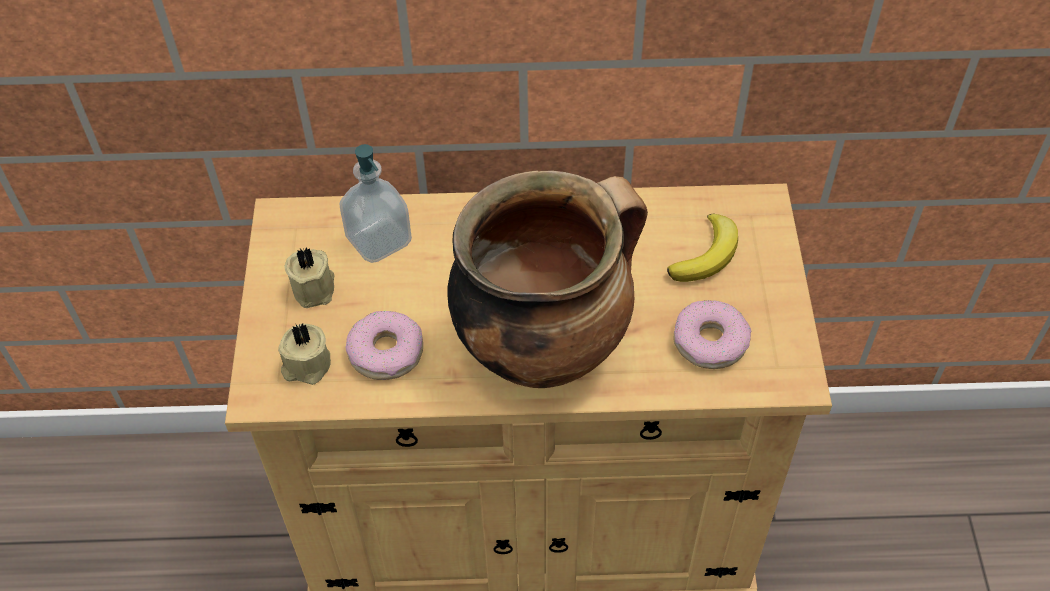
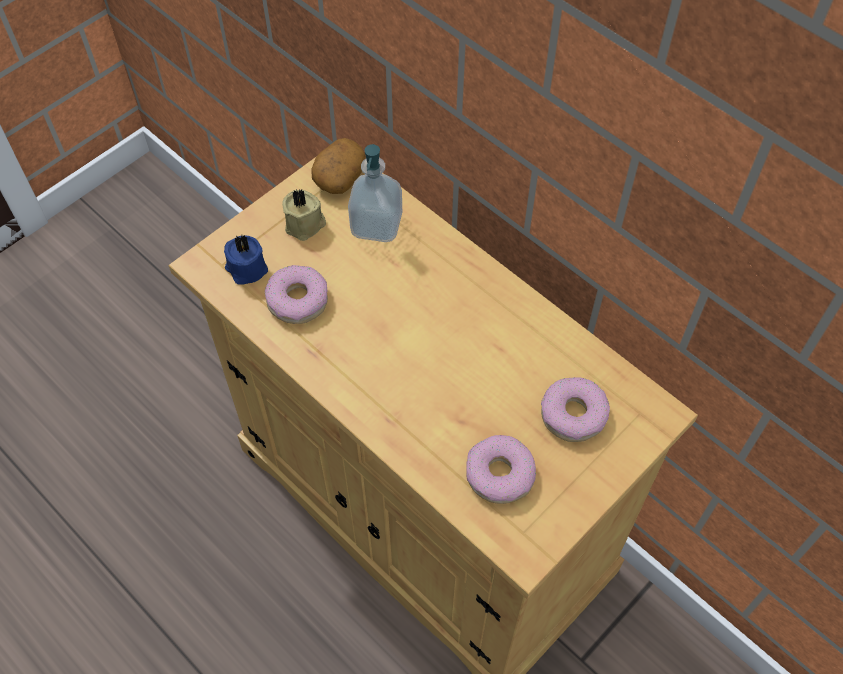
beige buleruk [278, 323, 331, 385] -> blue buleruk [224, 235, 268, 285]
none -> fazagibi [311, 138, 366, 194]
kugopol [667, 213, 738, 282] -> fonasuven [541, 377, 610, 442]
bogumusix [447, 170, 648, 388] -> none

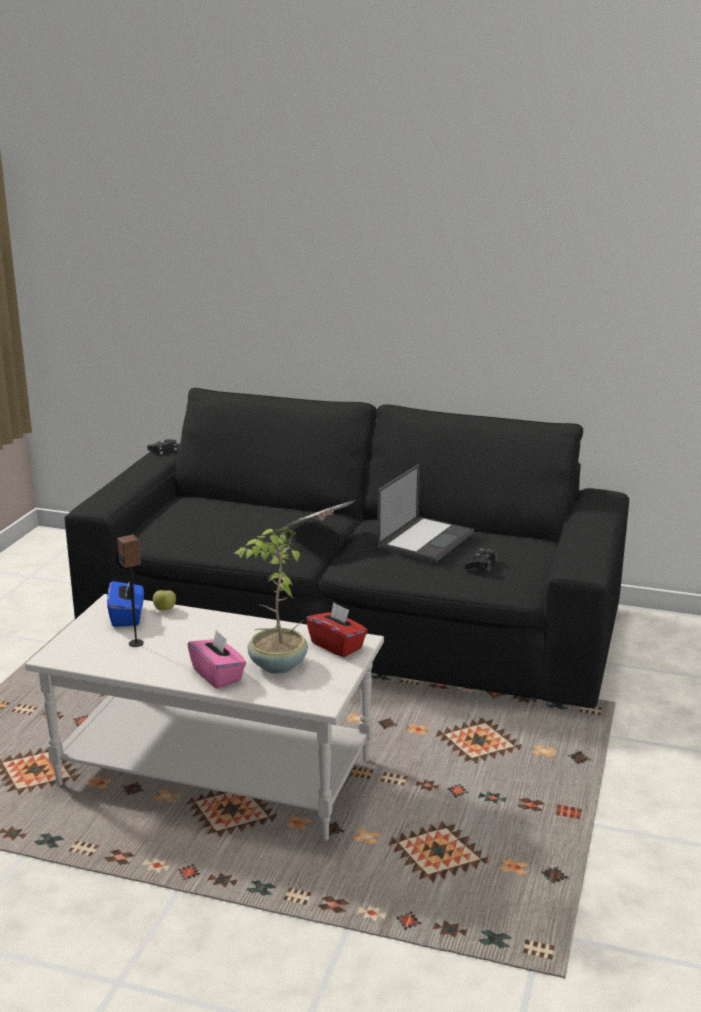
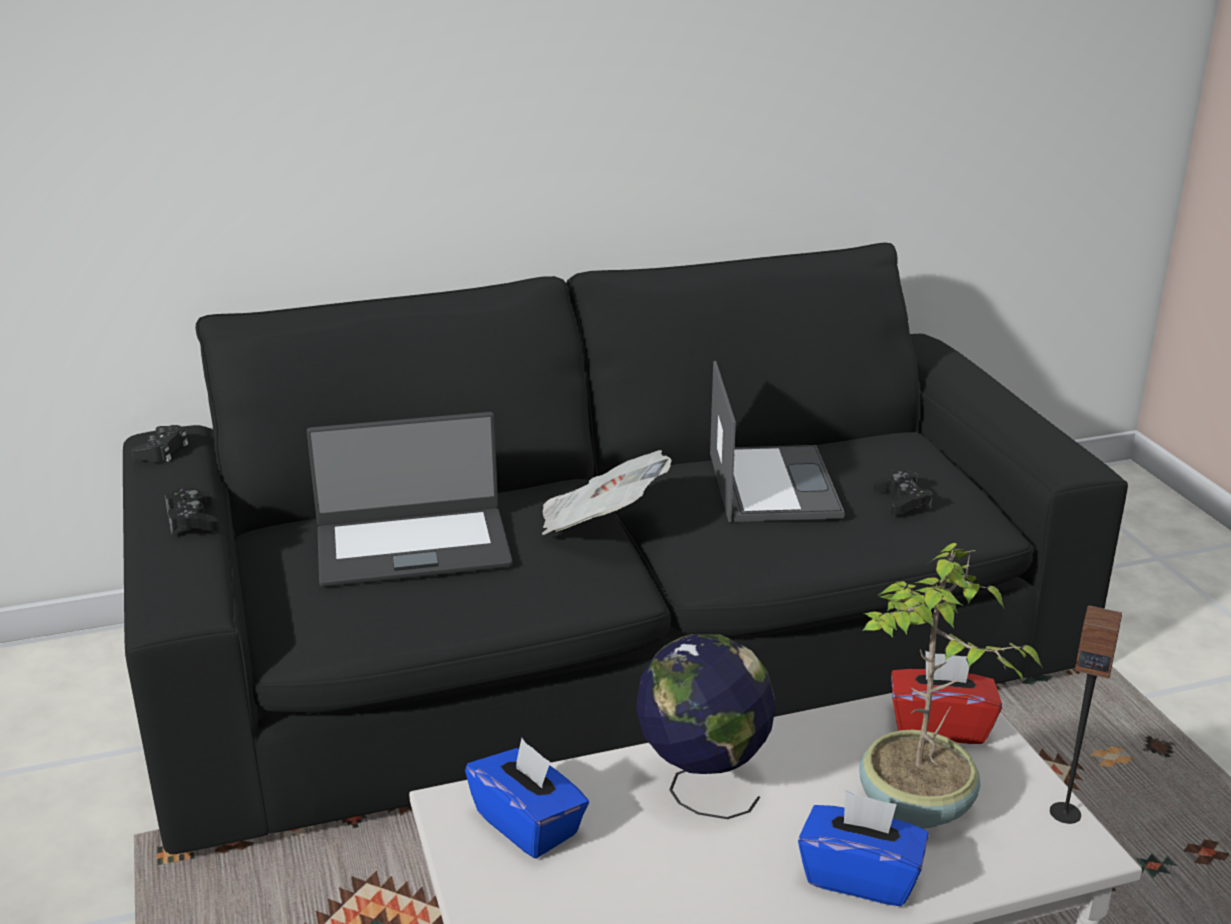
none -> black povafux [165, 488, 219, 535]
none -> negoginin [307, 412, 512, 587]
none -> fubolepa [637, 634, 776, 819]
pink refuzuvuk [188, 629, 246, 689] -> blue refuzuvuk [798, 790, 929, 906]
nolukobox [117, 534, 144, 647] -> nolukobox [1050, 605, 1122, 824], relocated
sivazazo [153, 590, 176, 610] -> none

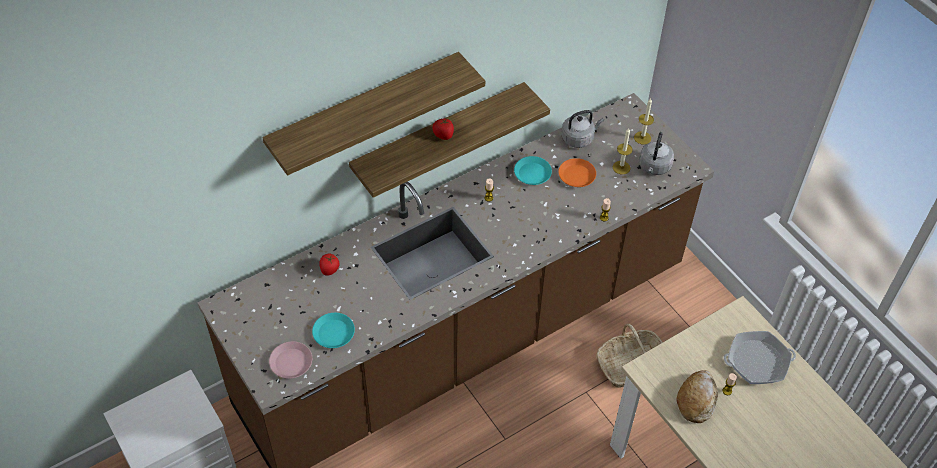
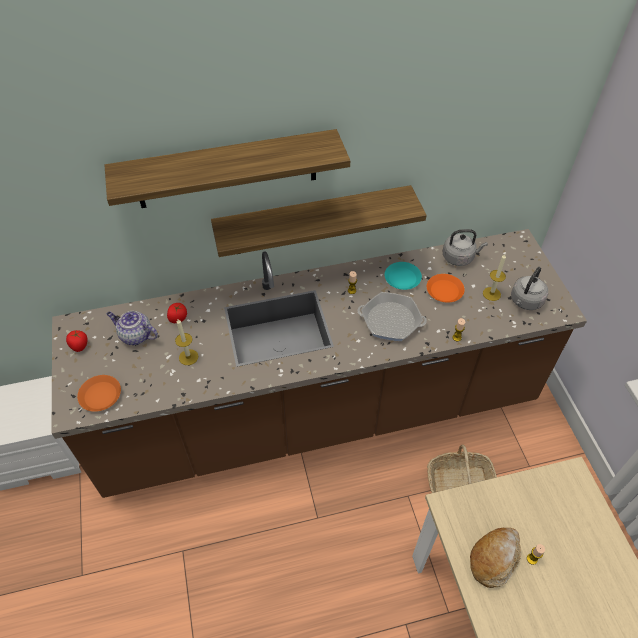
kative [433, 119, 454, 140] -> kative [66, 330, 88, 352], relocated
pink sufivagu [269, 341, 312, 379] -> orange sufivagu [77, 375, 121, 412]
none -> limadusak [107, 311, 158, 345]
buleruk [634, 98, 654, 145] -> buleruk [175, 319, 198, 365], relocated
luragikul [724, 331, 796, 384] -> luragikul [358, 292, 427, 341], relocated
turquoise sufivagu [312, 313, 355, 348] -> none

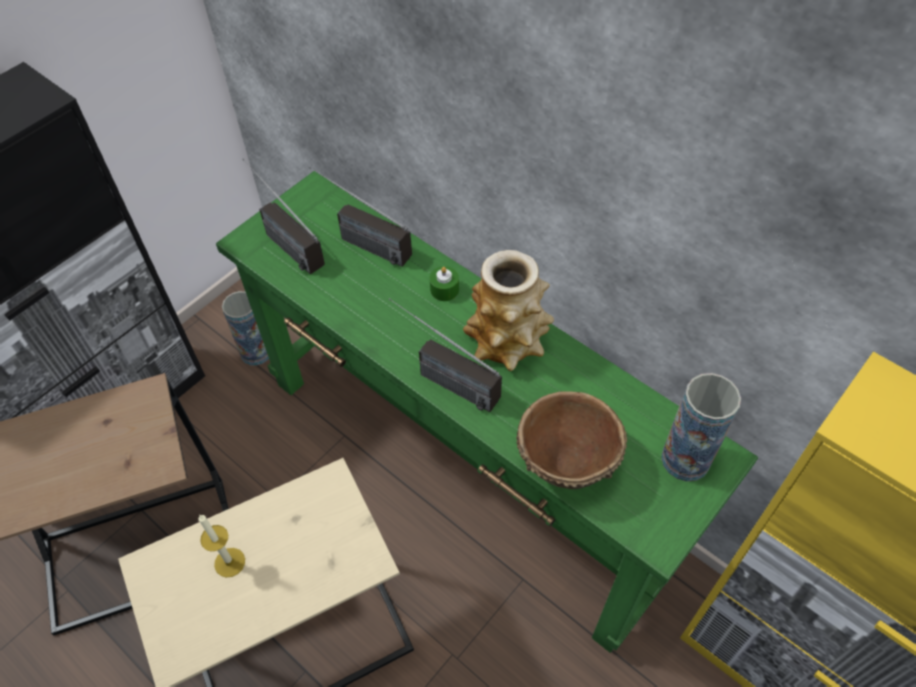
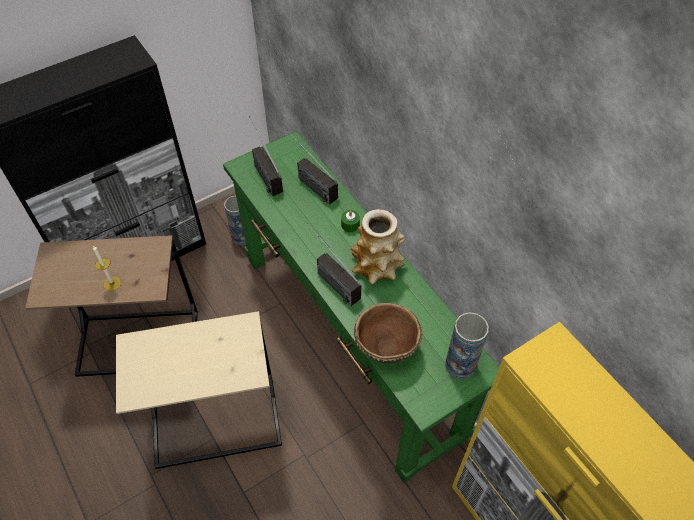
buleruk [198, 515, 245, 577] -> buleruk [93, 246, 121, 291], relocated

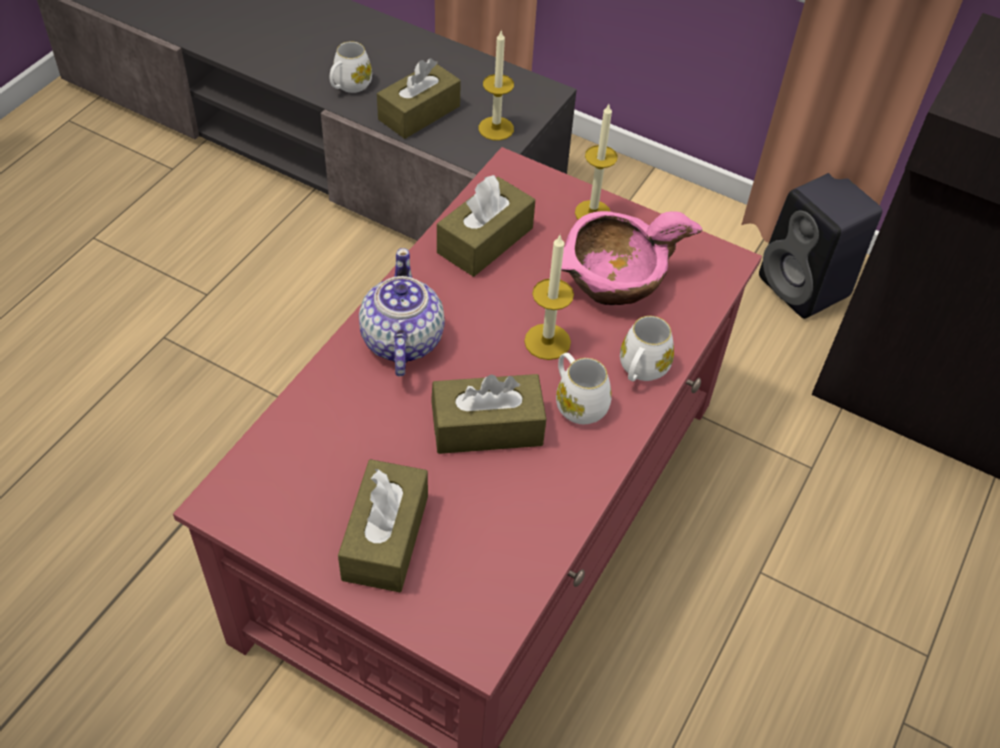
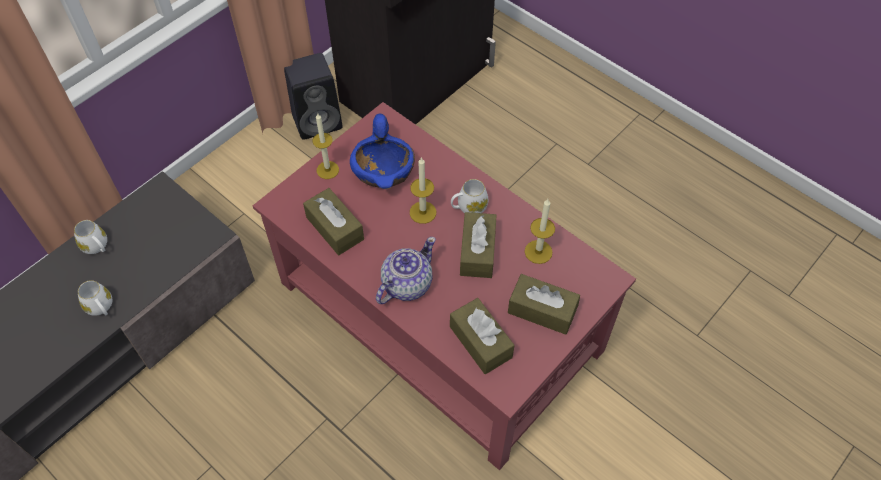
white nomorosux [620, 316, 674, 381] -> white nomorosux [74, 220, 107, 254], relocated
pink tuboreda [561, 211, 703, 305] -> blue tuboreda [350, 113, 415, 189]
limadusak [359, 248, 445, 376] -> limadusak [376, 237, 436, 304], 120 degrees clockwise
brown refuzuvuk [377, 58, 461, 139] -> brown refuzuvuk [450, 298, 515, 374], relocated
buleruk [479, 31, 514, 141] -> buleruk [525, 199, 555, 264], relocated

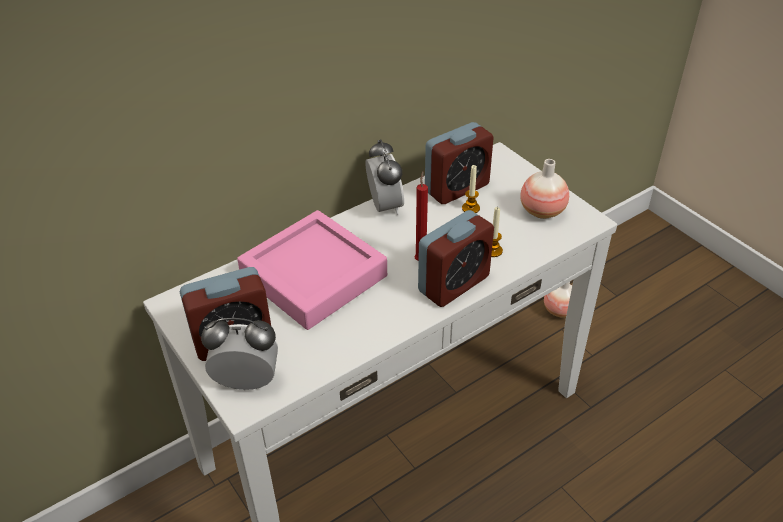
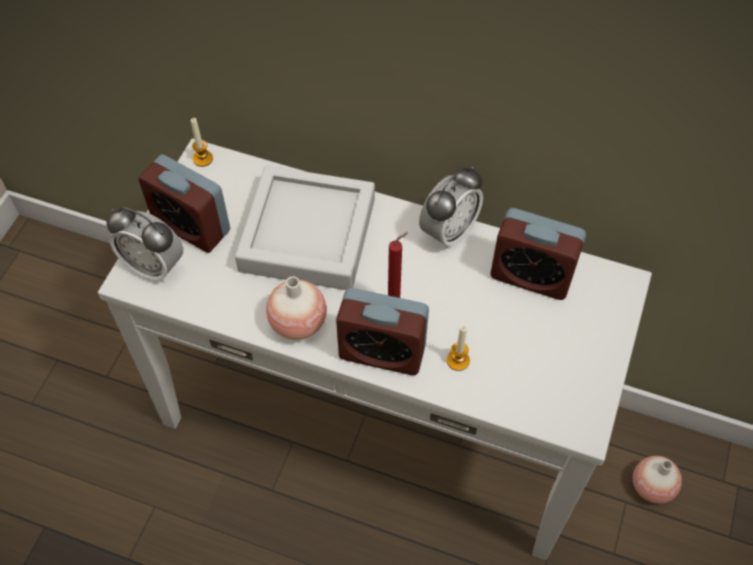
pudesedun [201, 318, 278, 390] -> pudesedun [106, 207, 183, 283], 150 degrees clockwise
buleruk [462, 165, 480, 213] -> buleruk [191, 118, 213, 167], relocated
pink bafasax [237, 210, 387, 330] -> grey bafasax [235, 166, 375, 290]
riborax [520, 159, 569, 219] -> riborax [266, 276, 327, 340], relocated

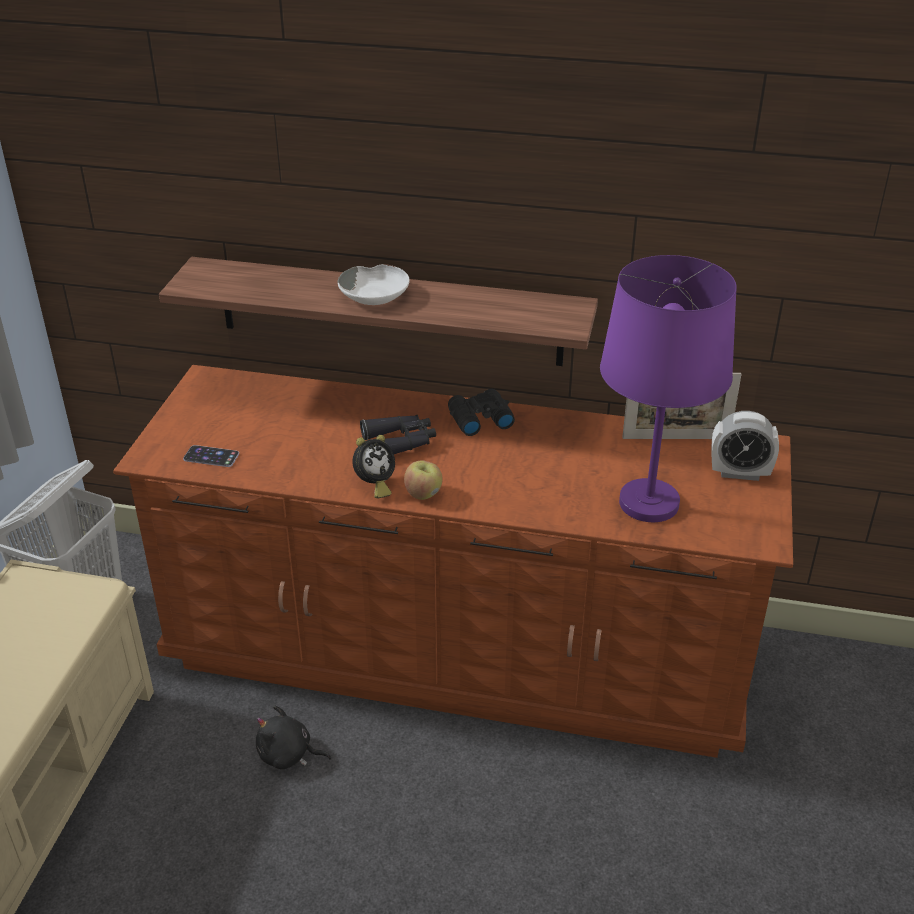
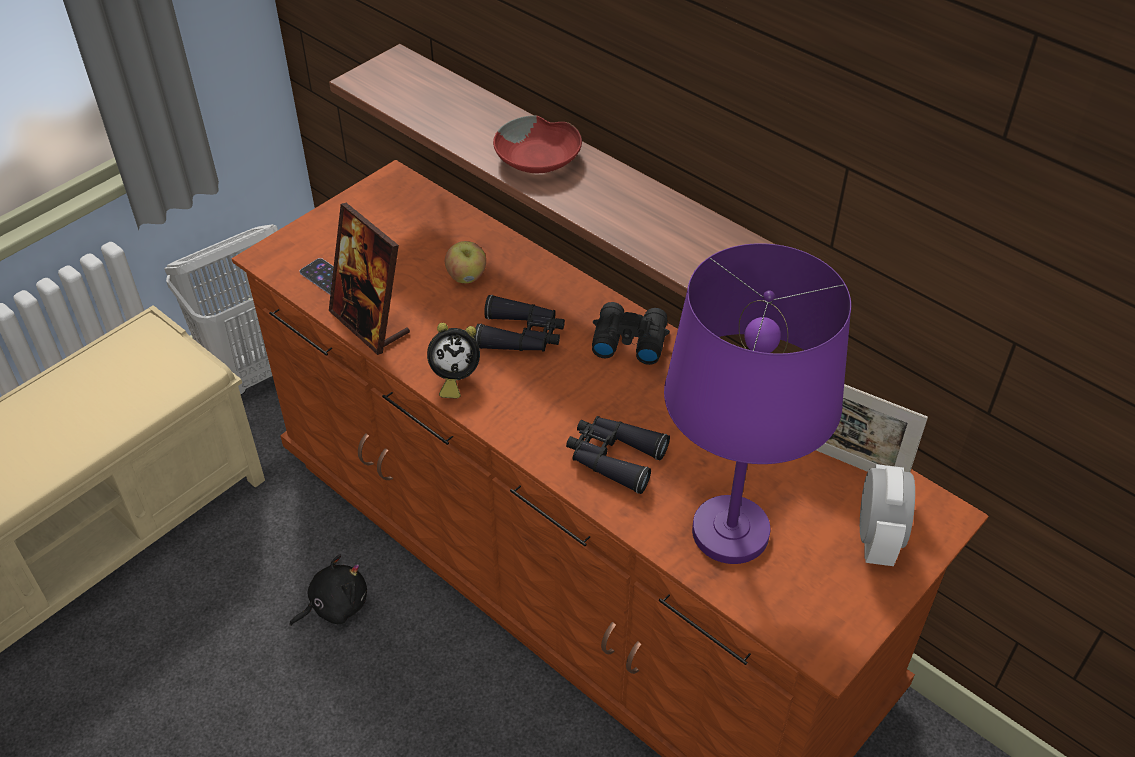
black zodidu [256, 705, 332, 769] -> black zodidu [289, 554, 367, 626], 105 degrees clockwise
none -> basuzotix [329, 203, 410, 355]
sivazazo [404, 460, 443, 500] -> sivazazo [445, 241, 486, 283], relocated
white tuboreda [337, 264, 410, 305] -> red tuboreda [493, 115, 582, 173]
none -> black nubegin [566, 416, 670, 494]
pudesedun [711, 411, 779, 481] -> pudesedun [860, 464, 915, 566], 120 degrees counterclockwise

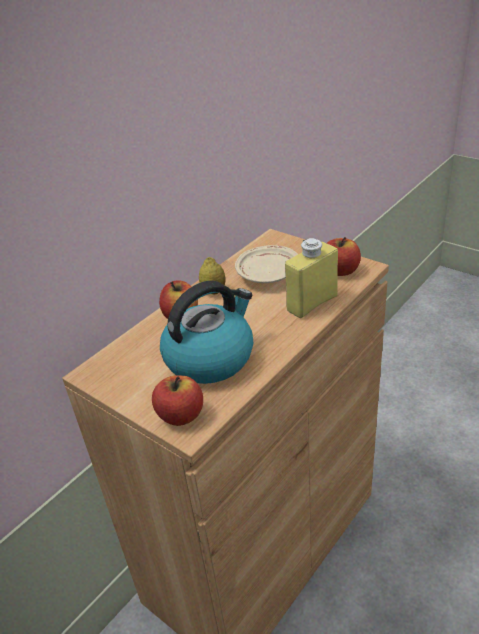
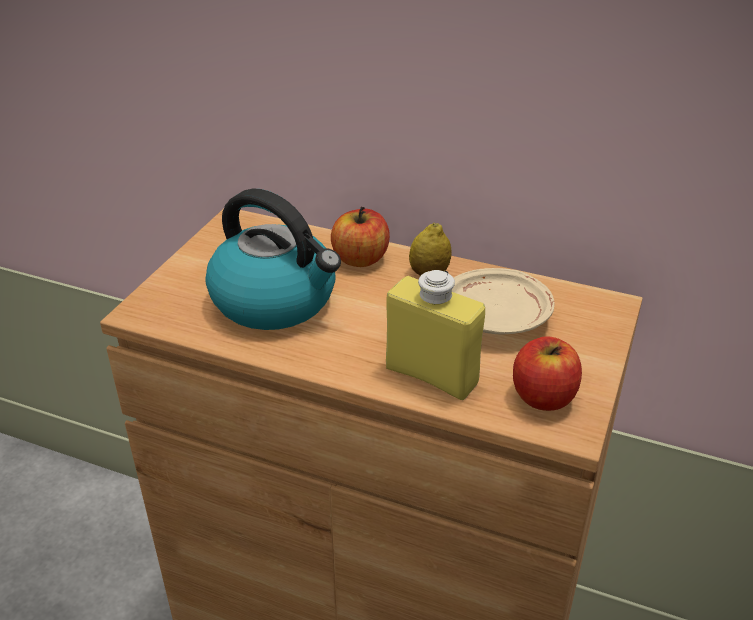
sivazazo [152, 375, 203, 426] -> none

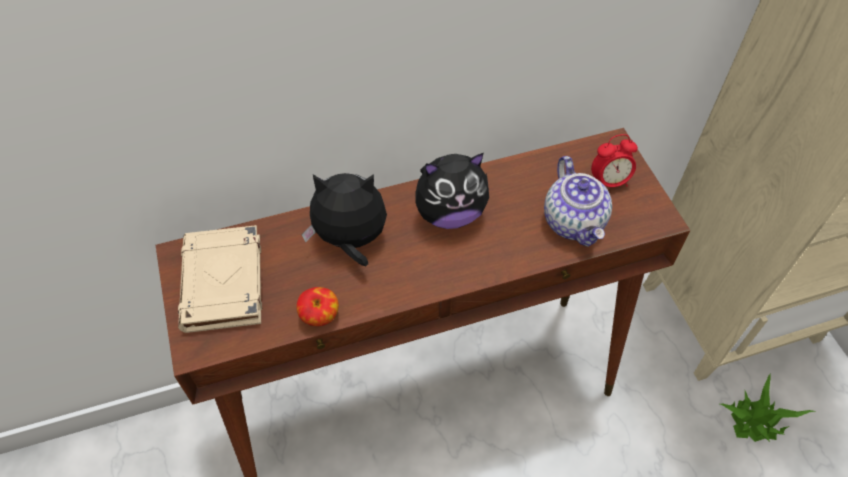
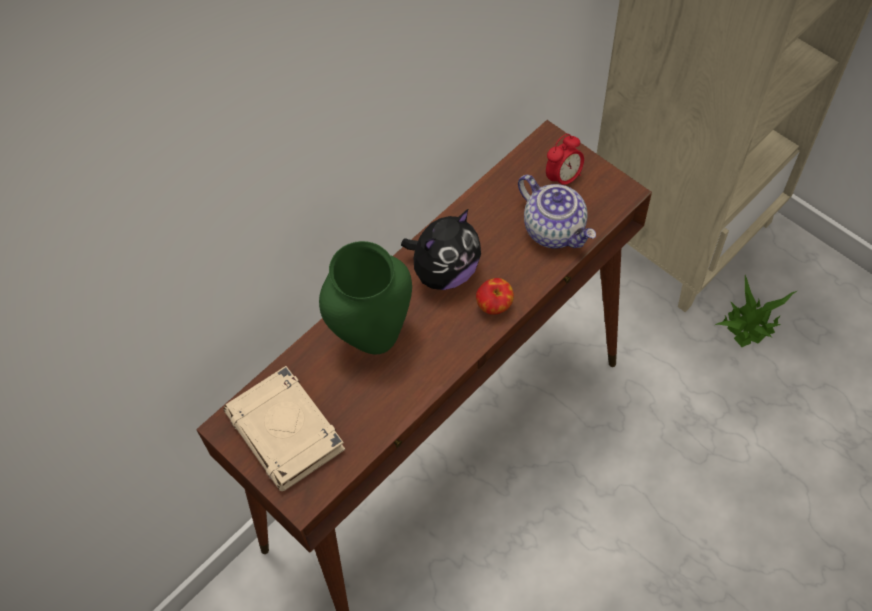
zodidu [302, 173, 387, 266] -> green riborax [319, 241, 412, 354]
sivazazo [296, 287, 339, 326] -> sivazazo [476, 278, 514, 315], relocated

